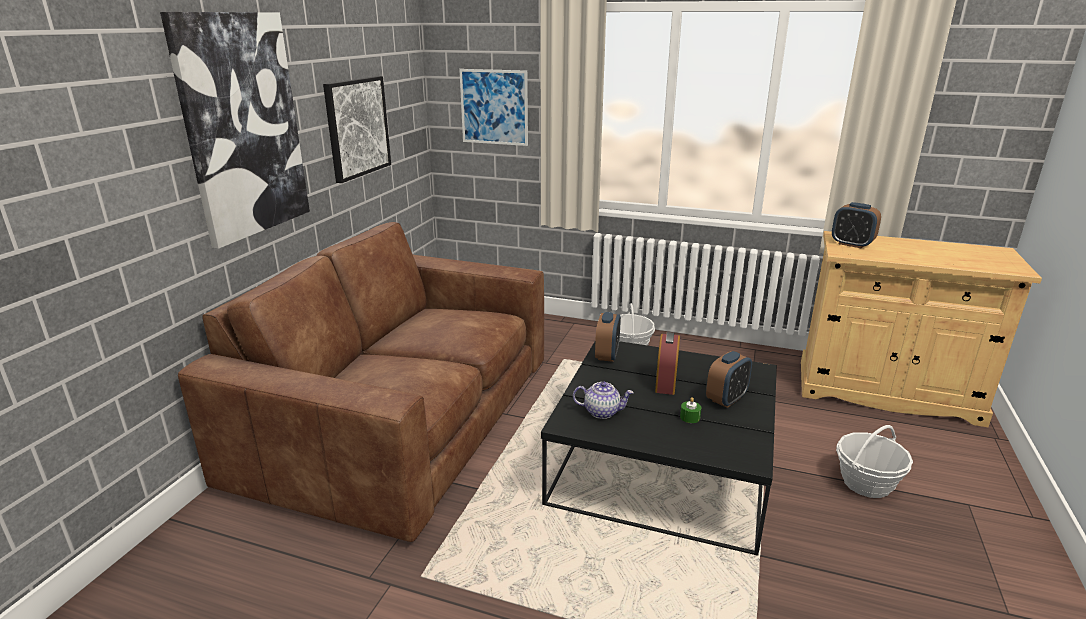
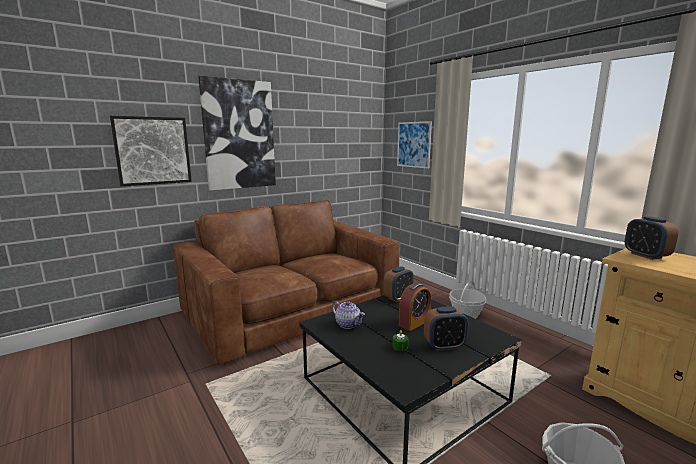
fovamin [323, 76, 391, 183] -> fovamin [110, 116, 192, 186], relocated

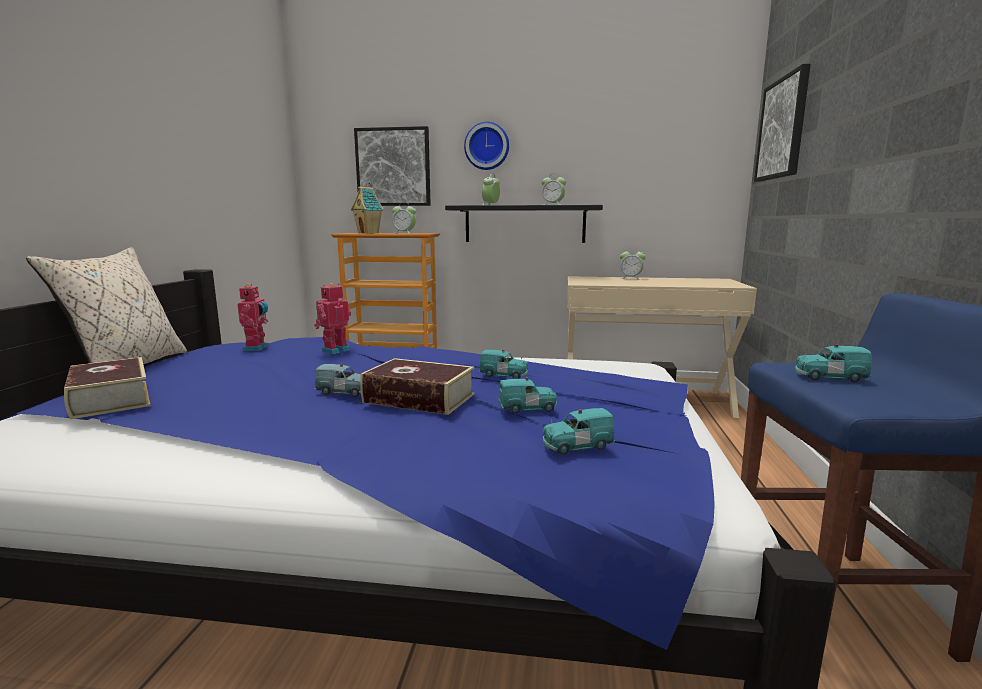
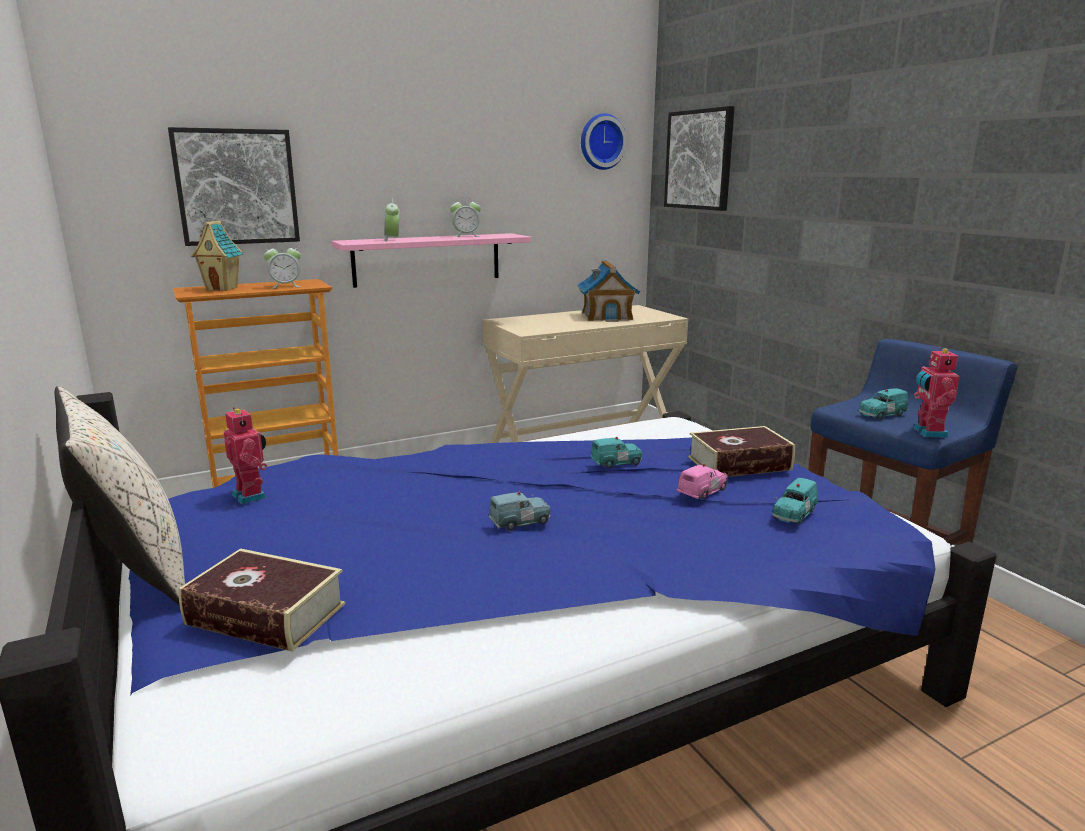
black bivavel [445, 205, 603, 243] -> pink bivavel [331, 233, 531, 288]
none -> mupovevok [577, 261, 640, 322]
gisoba [464, 122, 509, 170] -> gisoba [581, 113, 627, 170], relocated
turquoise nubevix [498, 377, 557, 414] -> pink nubevix [677, 464, 728, 500]
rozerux [360, 358, 474, 415] -> rozerux [688, 426, 795, 477], relocated
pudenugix [314, 283, 351, 354] -> pudenugix [914, 347, 960, 437], relocated
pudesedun [620, 248, 646, 280] -> none

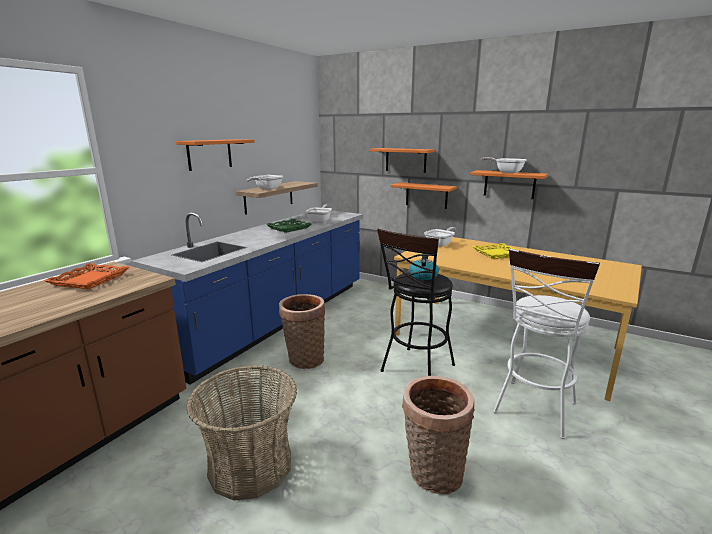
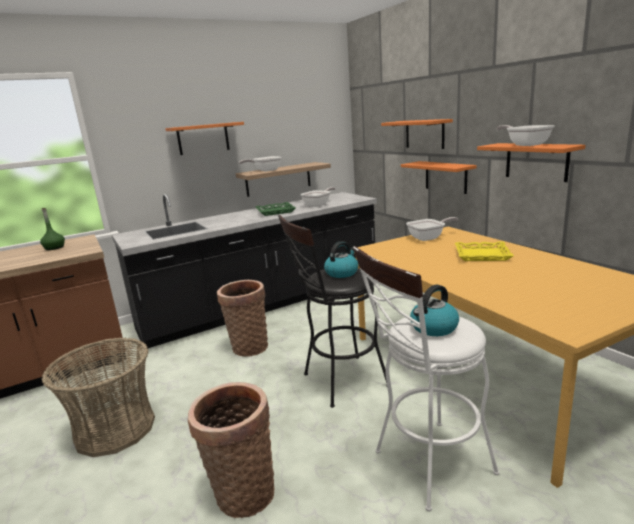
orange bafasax [44, 263, 129, 289] -> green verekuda [40, 208, 65, 250]
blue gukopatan [131, 210, 363, 384] -> black gukopatan [112, 192, 377, 348]
none -> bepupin [410, 285, 459, 336]

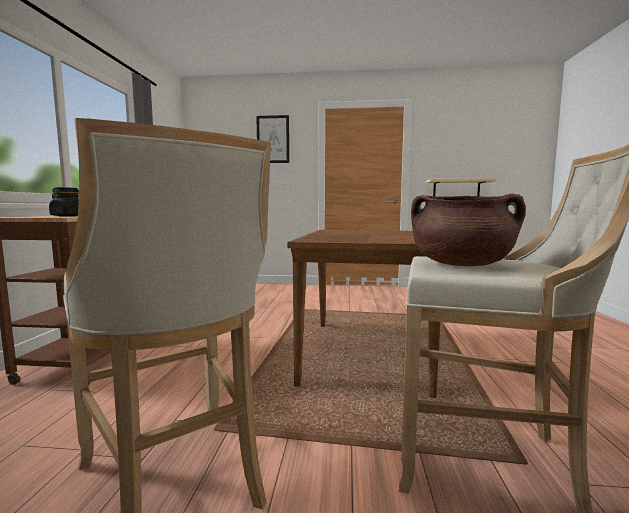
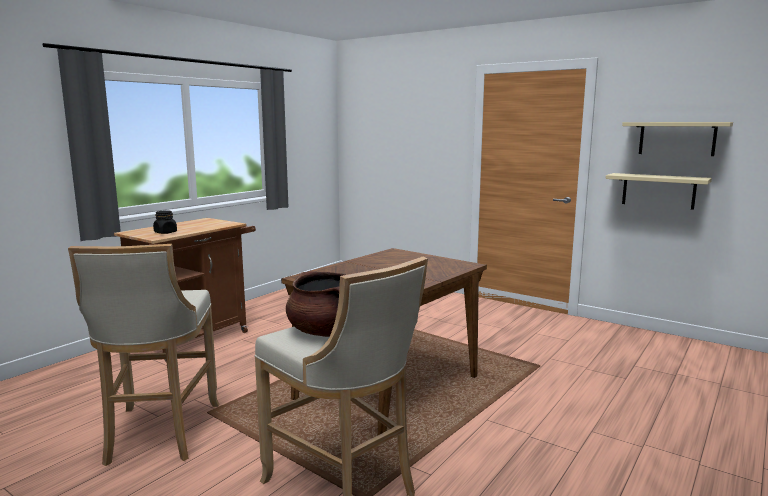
none -> beige bivavel [622, 122, 733, 156]
fovamin [256, 115, 289, 163] -> none

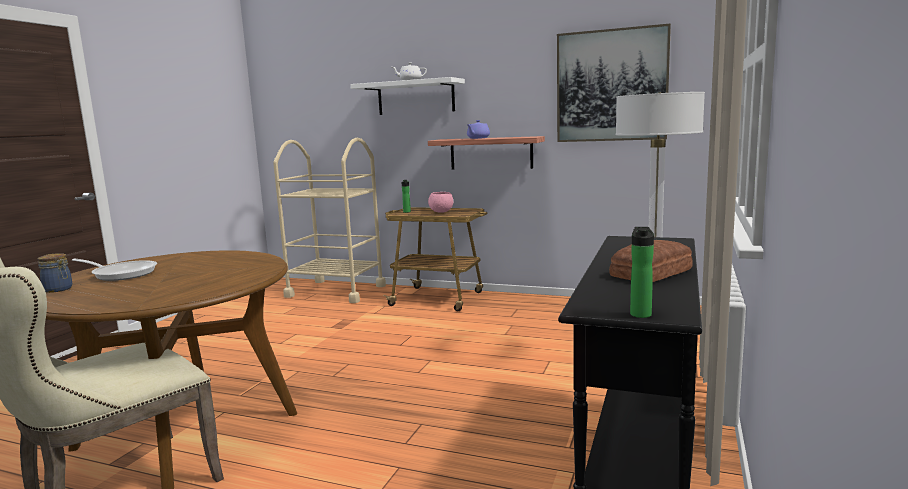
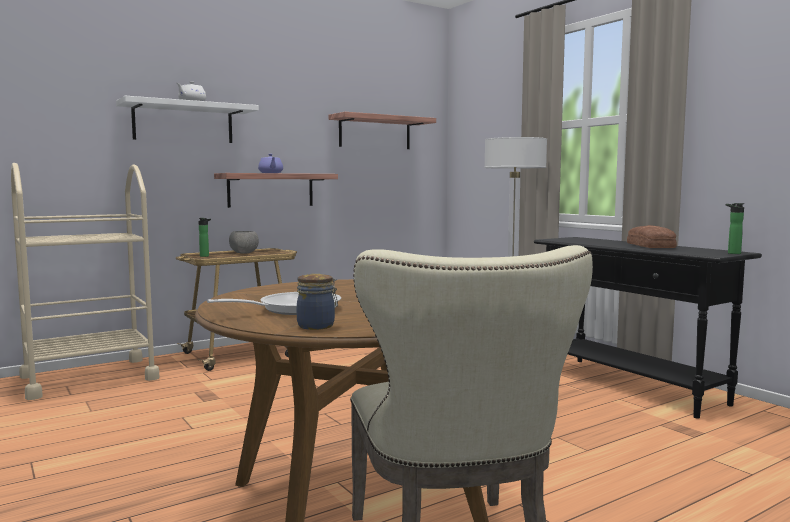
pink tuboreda [428, 192, 453, 213] -> grey tuboreda [229, 231, 259, 254]
fovamin [557, 24, 671, 142] -> bivavel [329, 112, 436, 149]

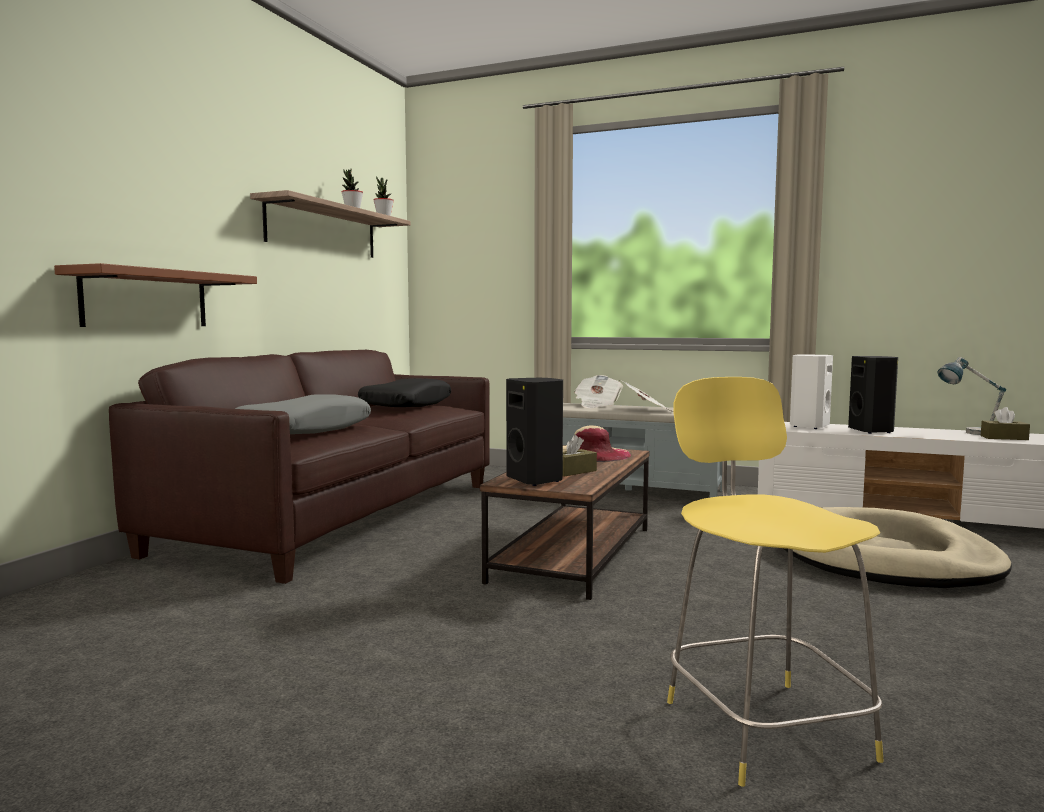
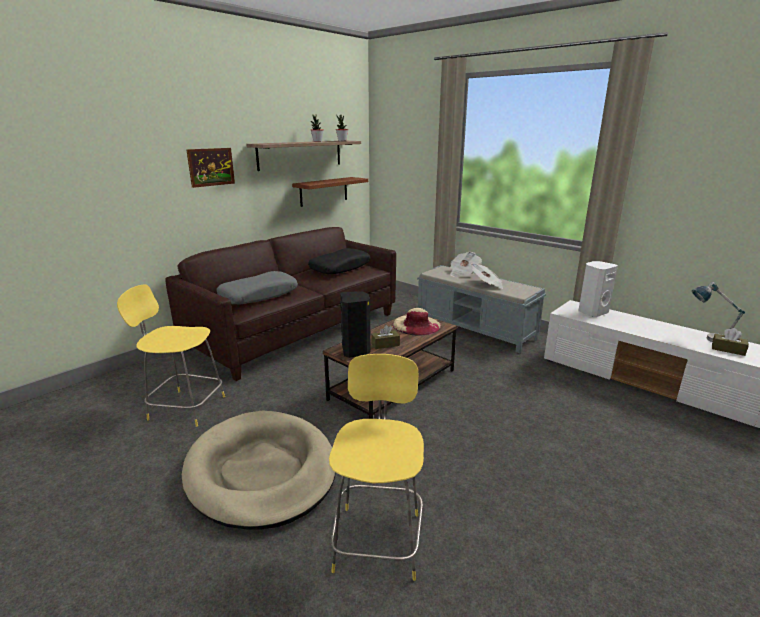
none -> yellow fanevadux [117, 284, 225, 427]
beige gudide [783, 507, 1012, 588] -> beige gudide [182, 410, 336, 530], relocated
none -> fovamin [186, 148, 235, 188]
brown bivavel [54, 263, 257, 327] -> brown bivavel [292, 177, 368, 207], relocated
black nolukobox [848, 356, 898, 434] -> none

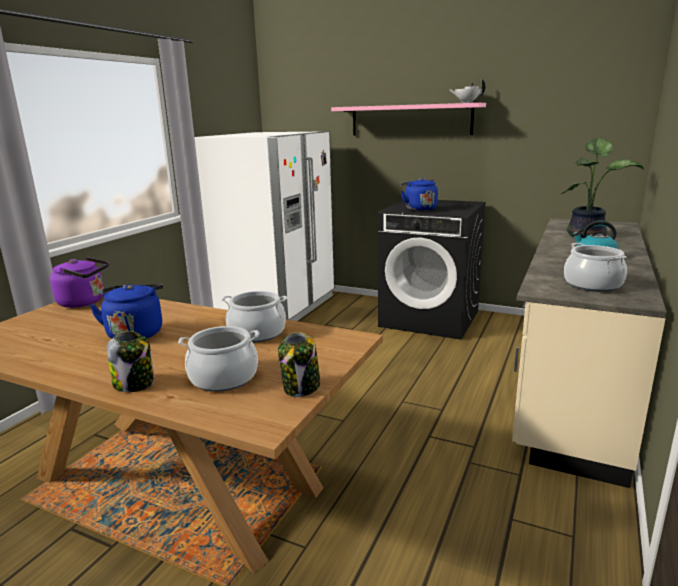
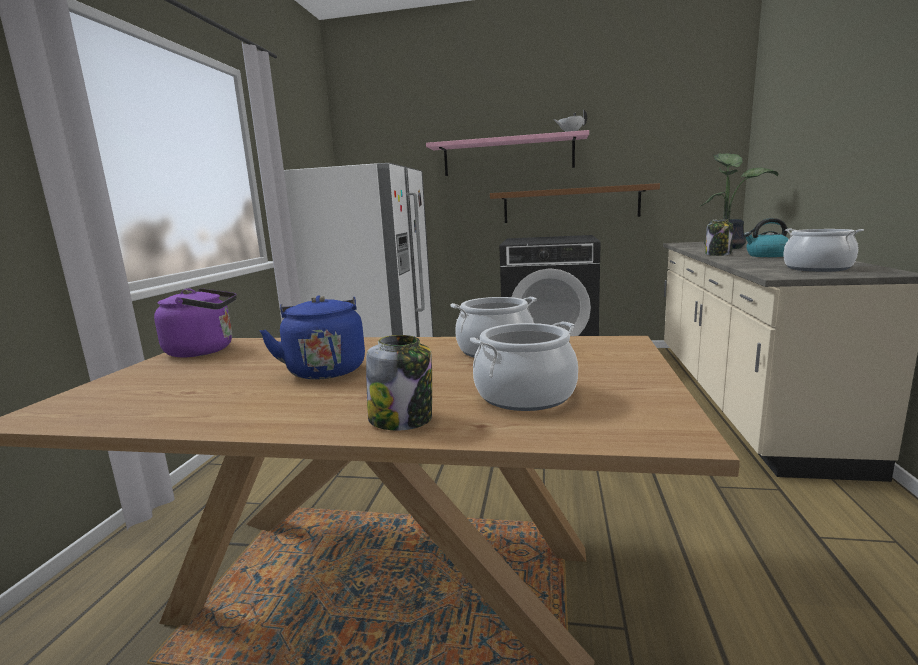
none -> brown bivavel [490, 183, 660, 223]
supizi [278, 332, 320, 397] -> supizi [705, 219, 733, 256], relocated
blue bepupin [401, 178, 438, 211] -> none

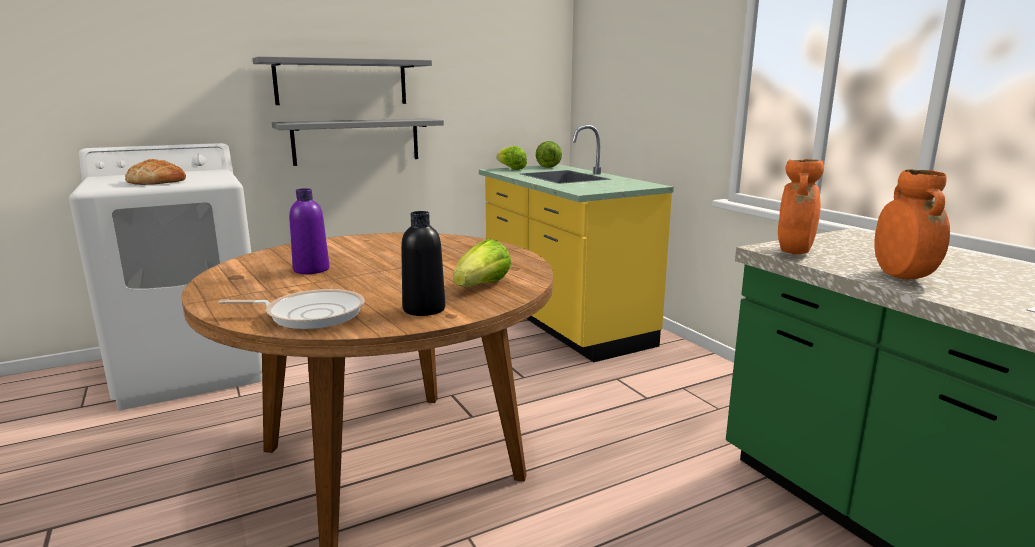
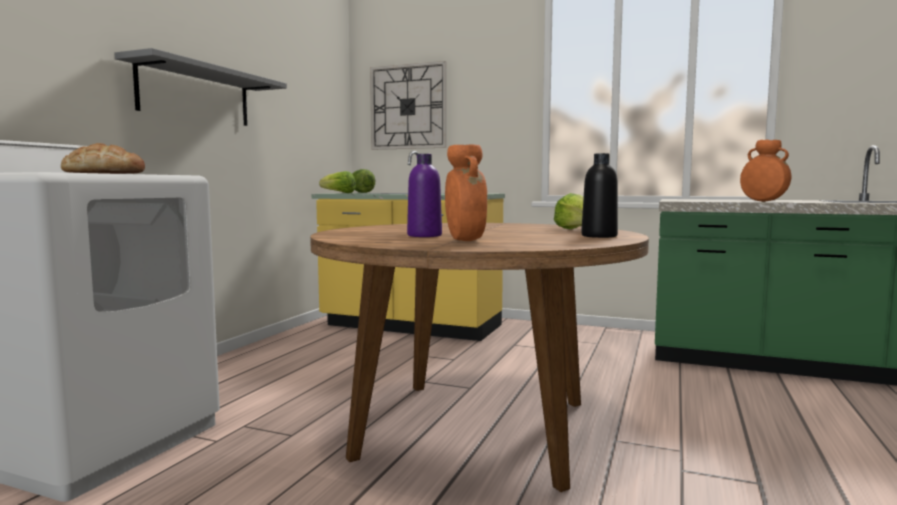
none -> gisoba [370, 61, 447, 150]
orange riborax [778, 159, 824, 255] -> orange riborax [445, 144, 487, 241], relocated
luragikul [218, 289, 365, 329] -> none
grey bivavel [272, 118, 444, 166] -> none

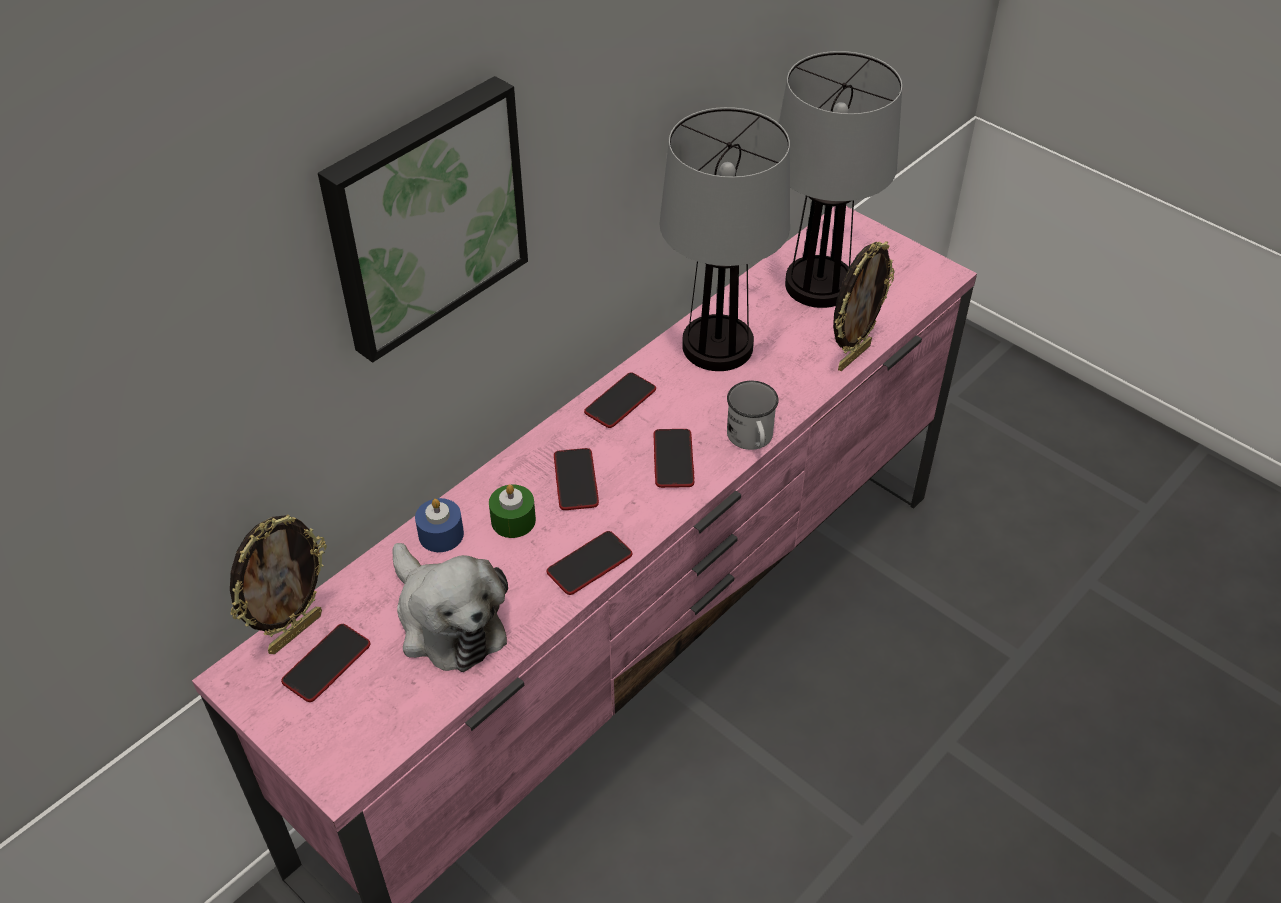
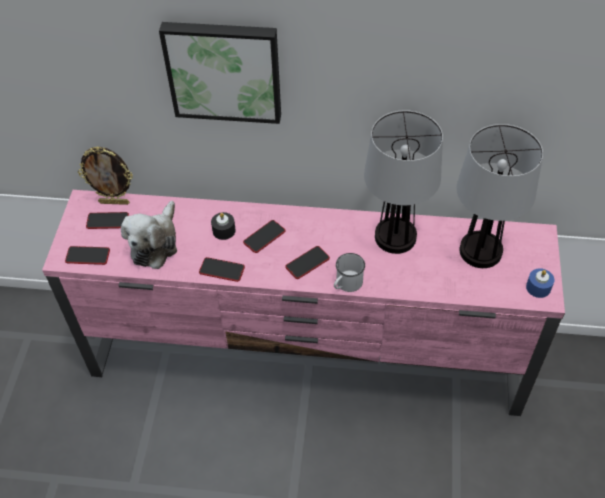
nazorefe [584, 372, 656, 428] -> nazorefe [65, 246, 110, 265], relocated
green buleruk [489, 484, 536, 538] -> black buleruk [211, 212, 236, 240]
blue buleruk [415, 498, 464, 552] -> blue buleruk [526, 268, 555, 298], relocated
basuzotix [833, 241, 894, 371] -> none

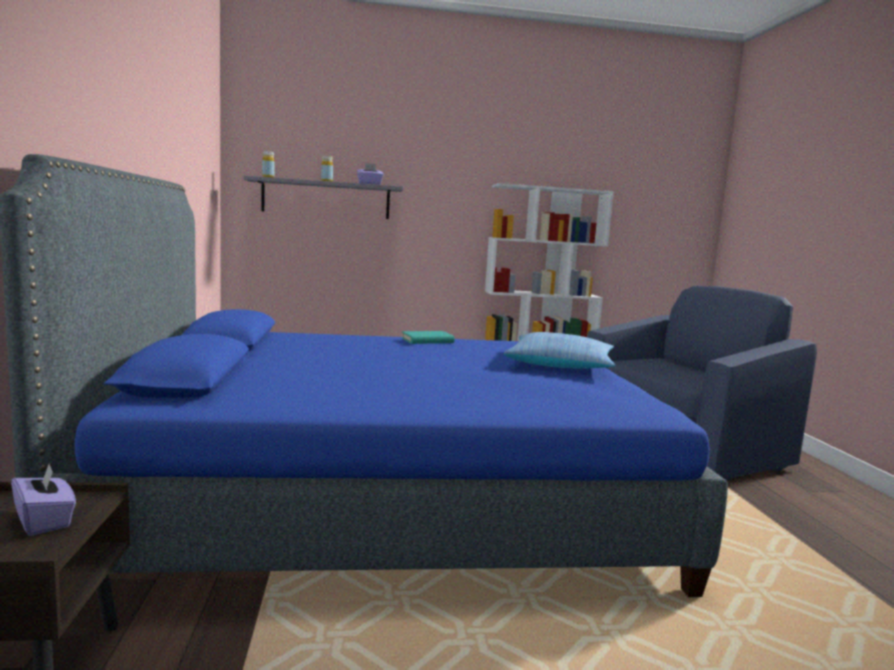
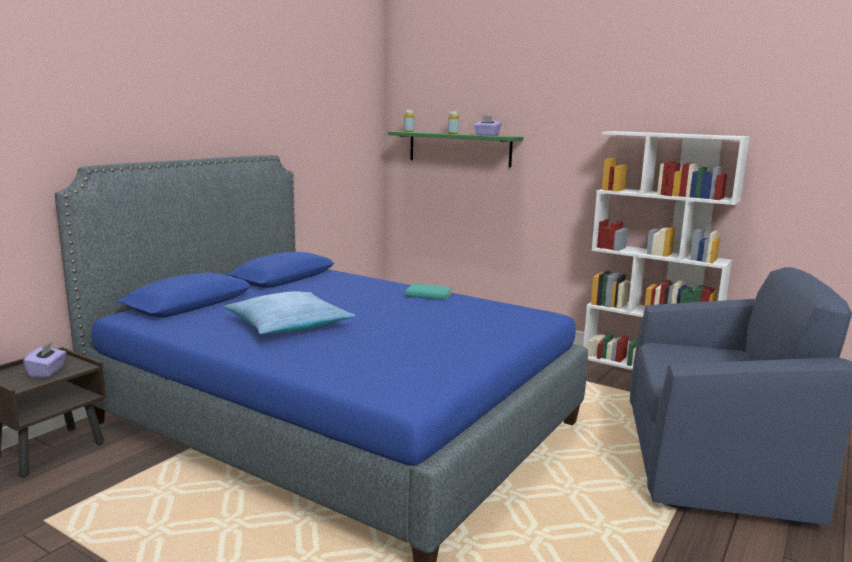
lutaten [504, 332, 615, 369] -> lutaten [224, 291, 355, 334], relocated
grey bivavel [244, 175, 403, 219] -> green bivavel [388, 131, 523, 167]

